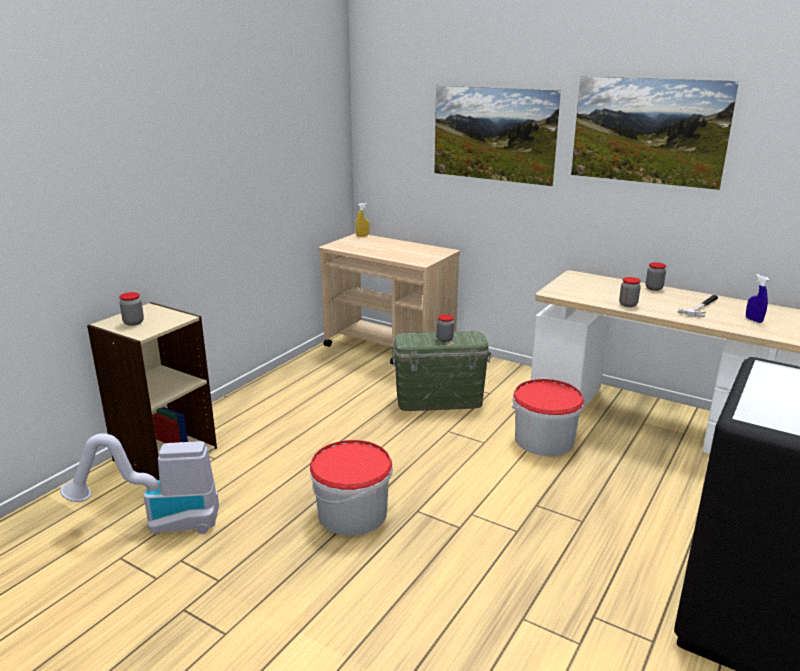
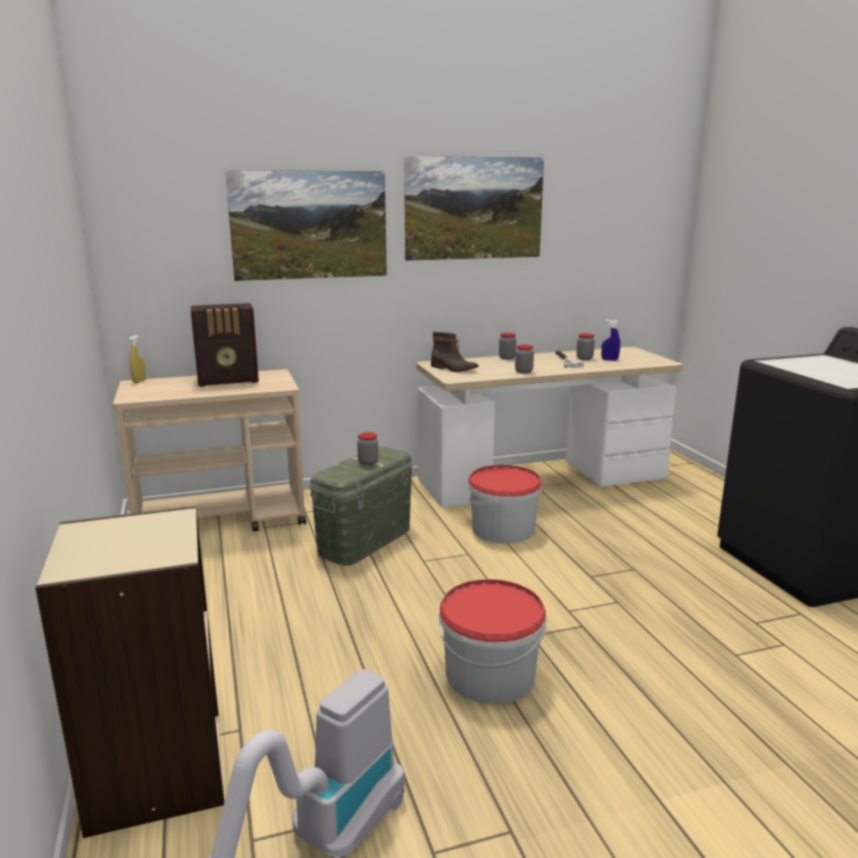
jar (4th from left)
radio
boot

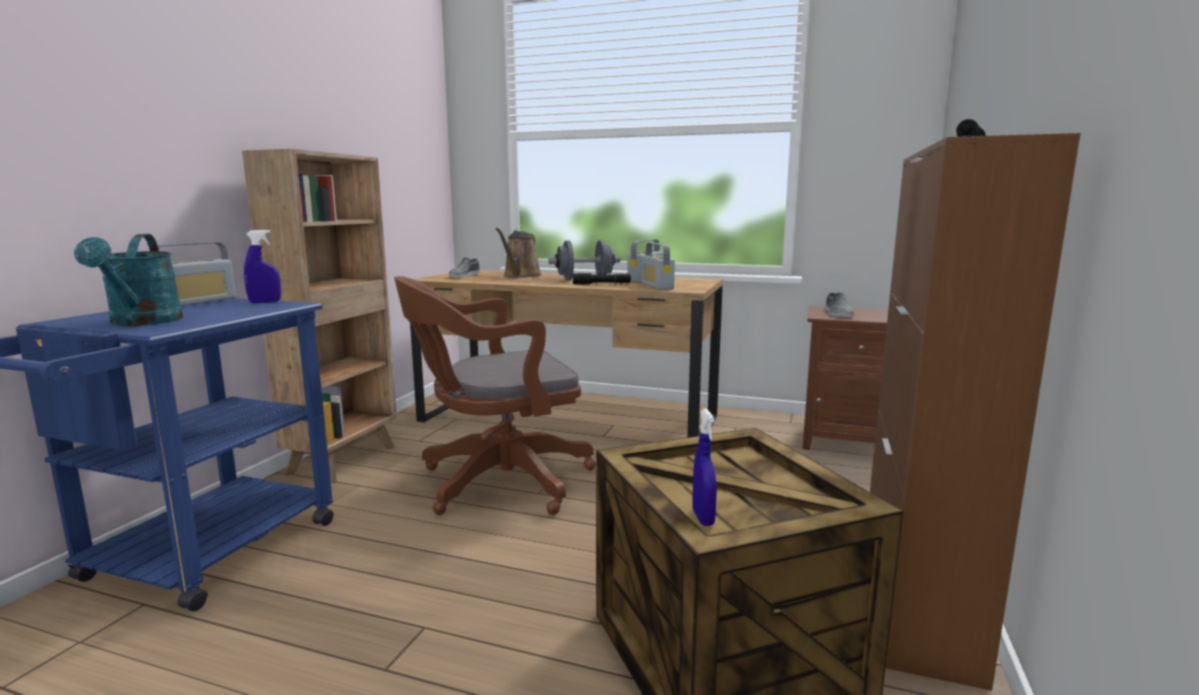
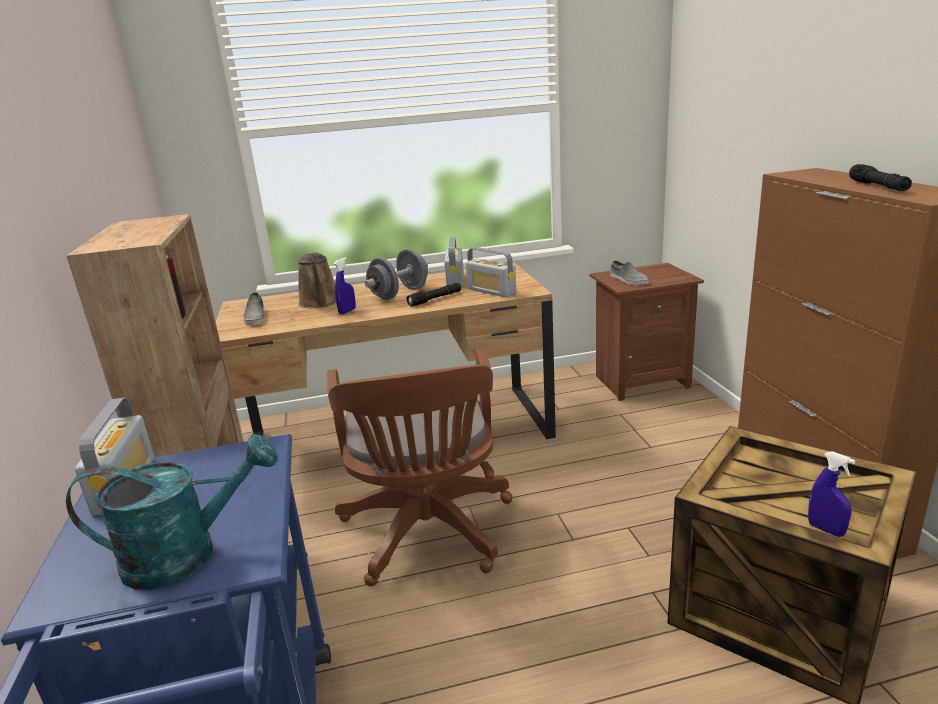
turquoise watering can
blue spray bottle (1st from left)
brown office chair

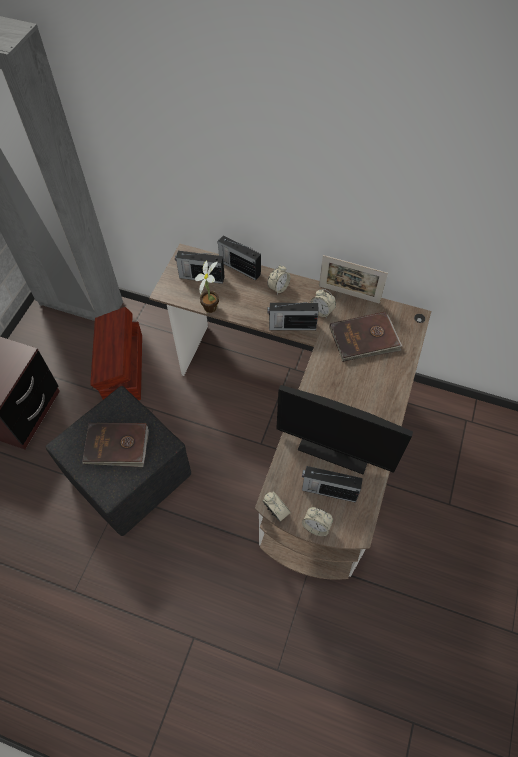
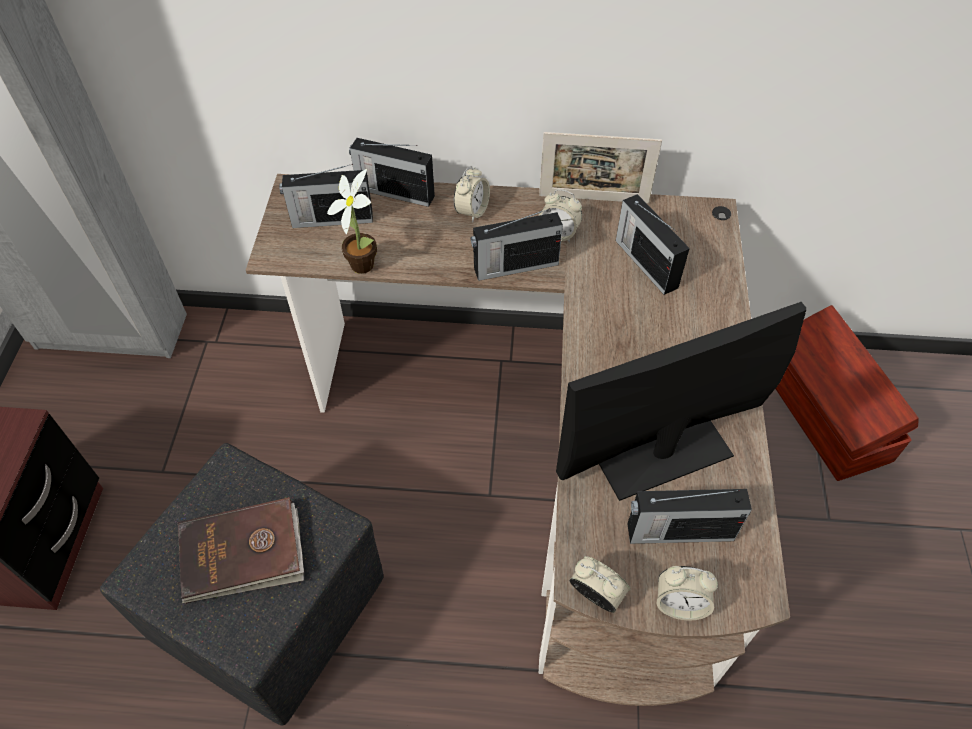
brown storage box
monitor
radio (4th from left)

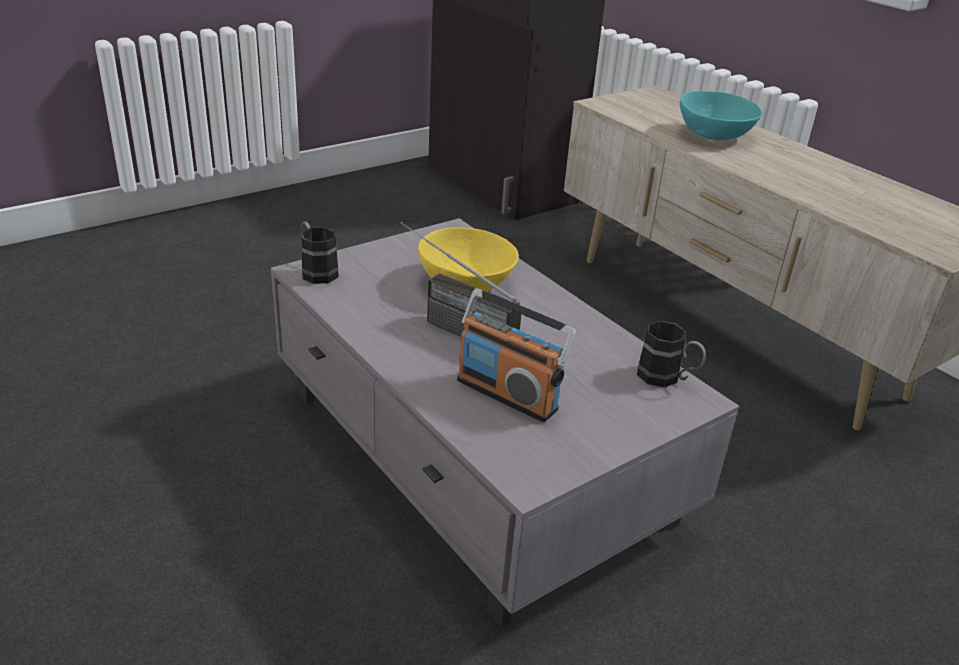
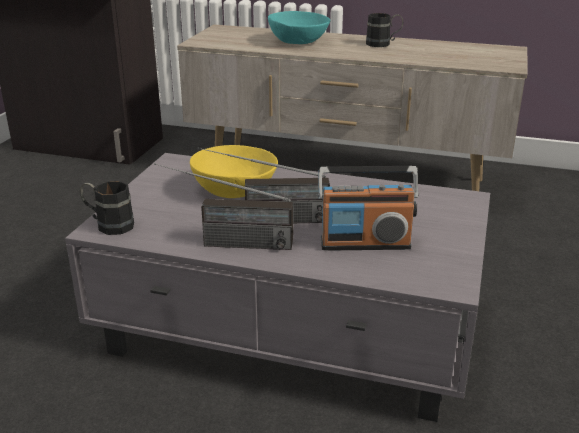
black mug (2nd from left)
radio (1st from left)

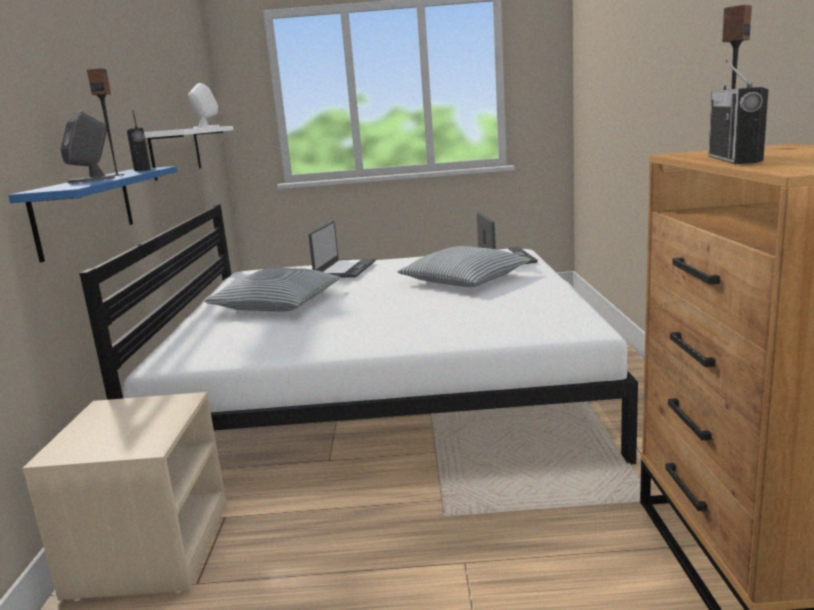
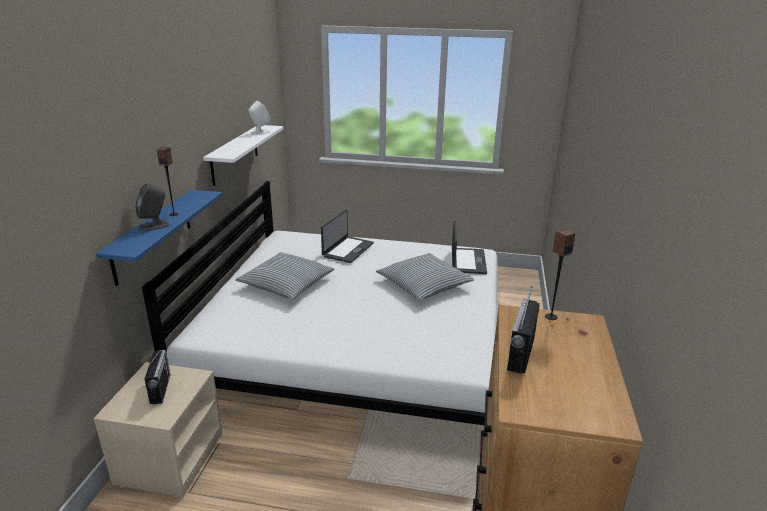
radio (1st from left)

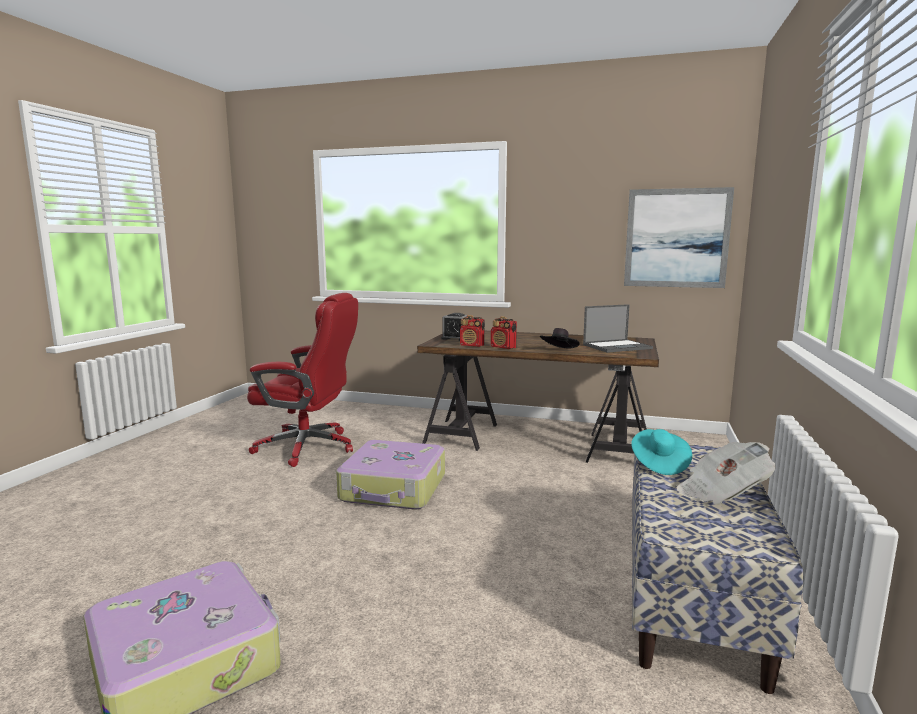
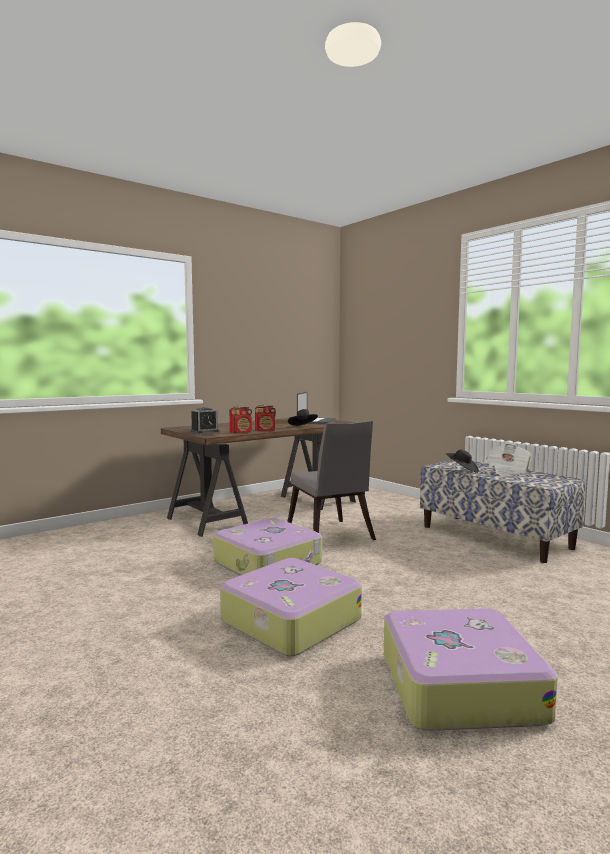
red office chair
picture
black hat (2nd from left)
suitcase (2nd from left)
grey chair

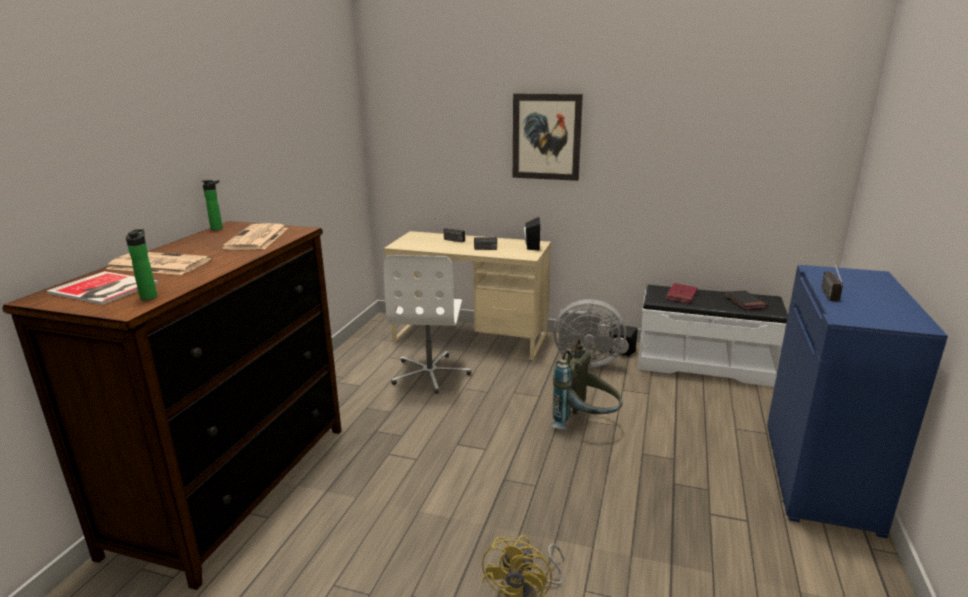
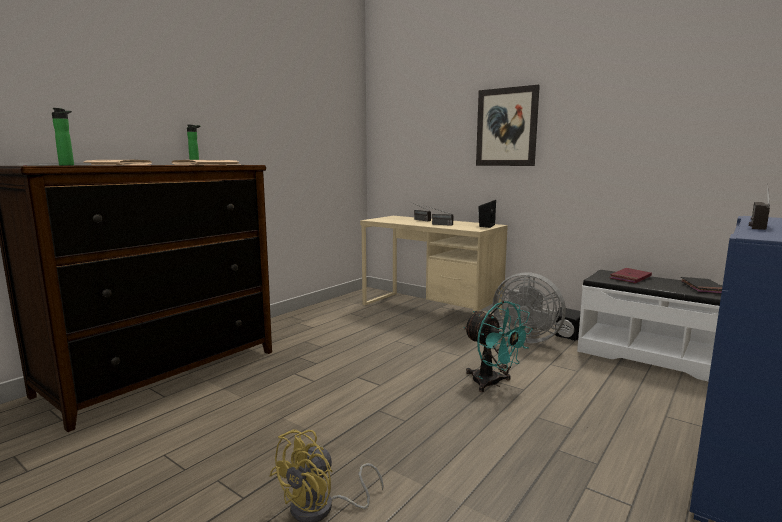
white office chair
turquoise fan

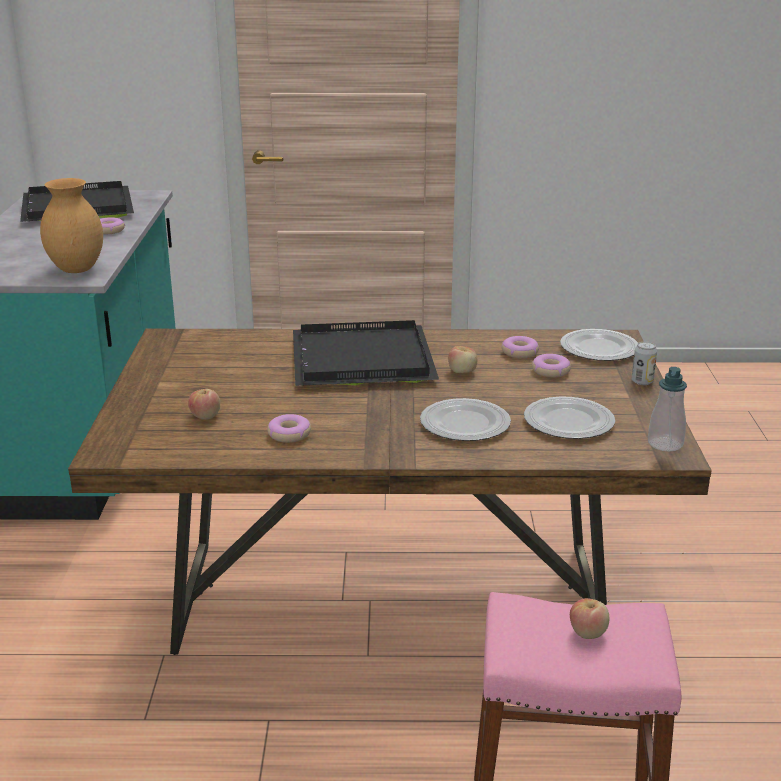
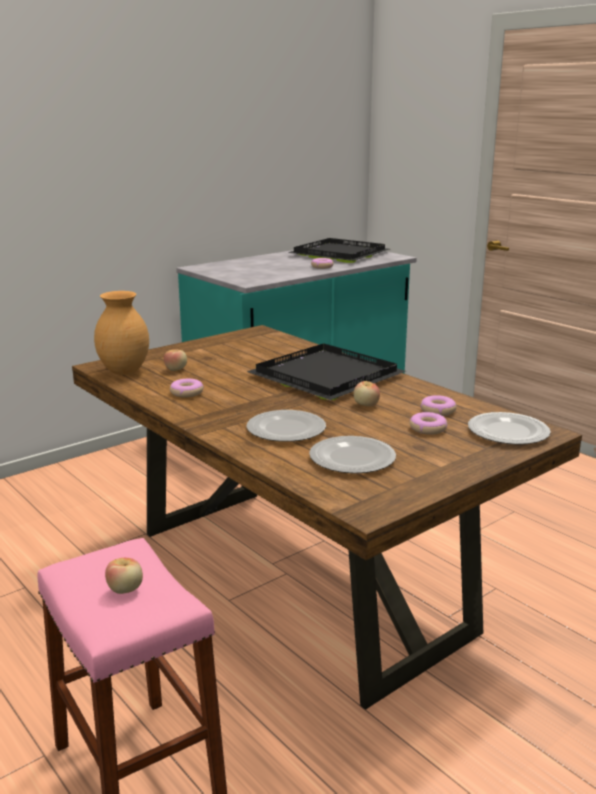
brown vase
can
soap dispenser

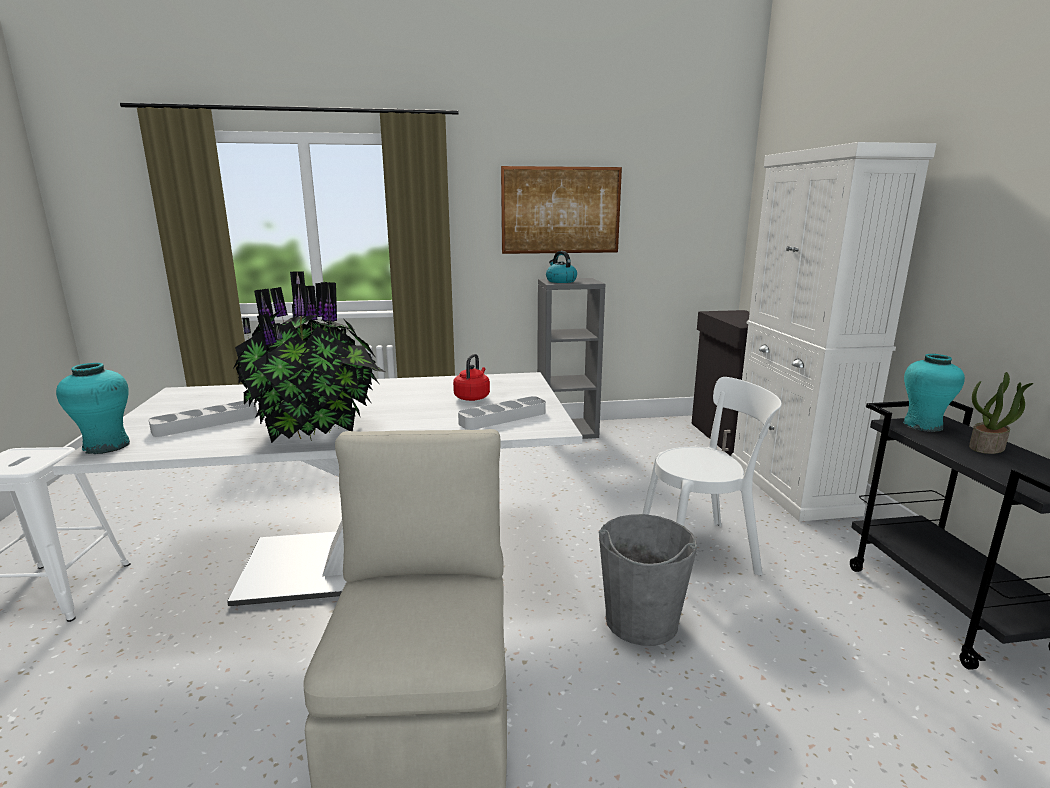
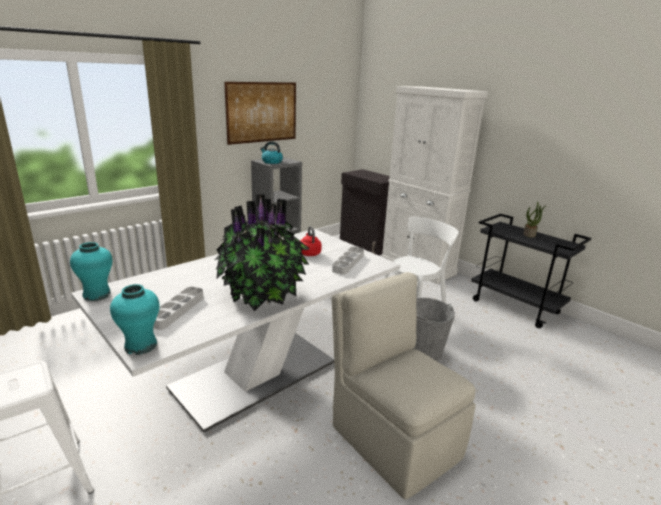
turquoise vase (1st from left)

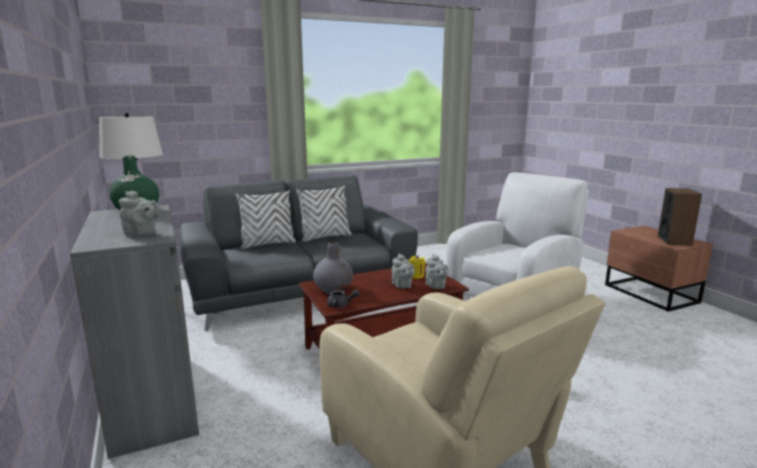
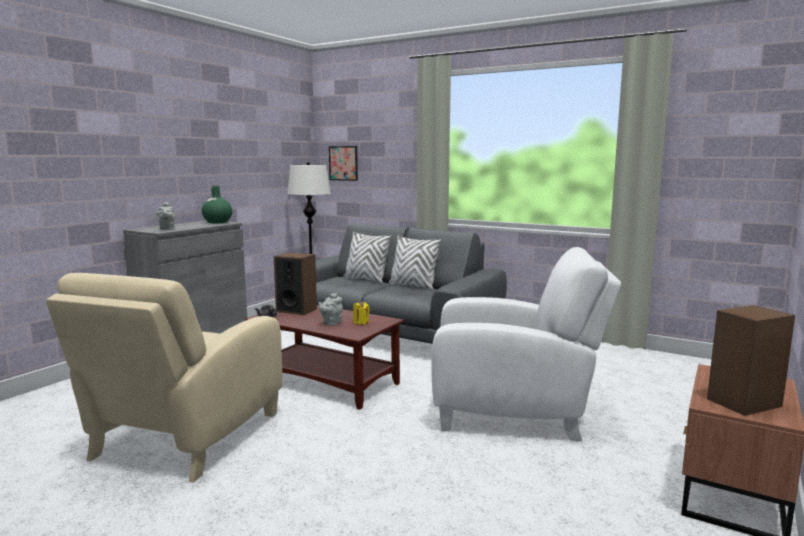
speaker (1st from left)
grey teapot (4th from left in the first image)
picture

